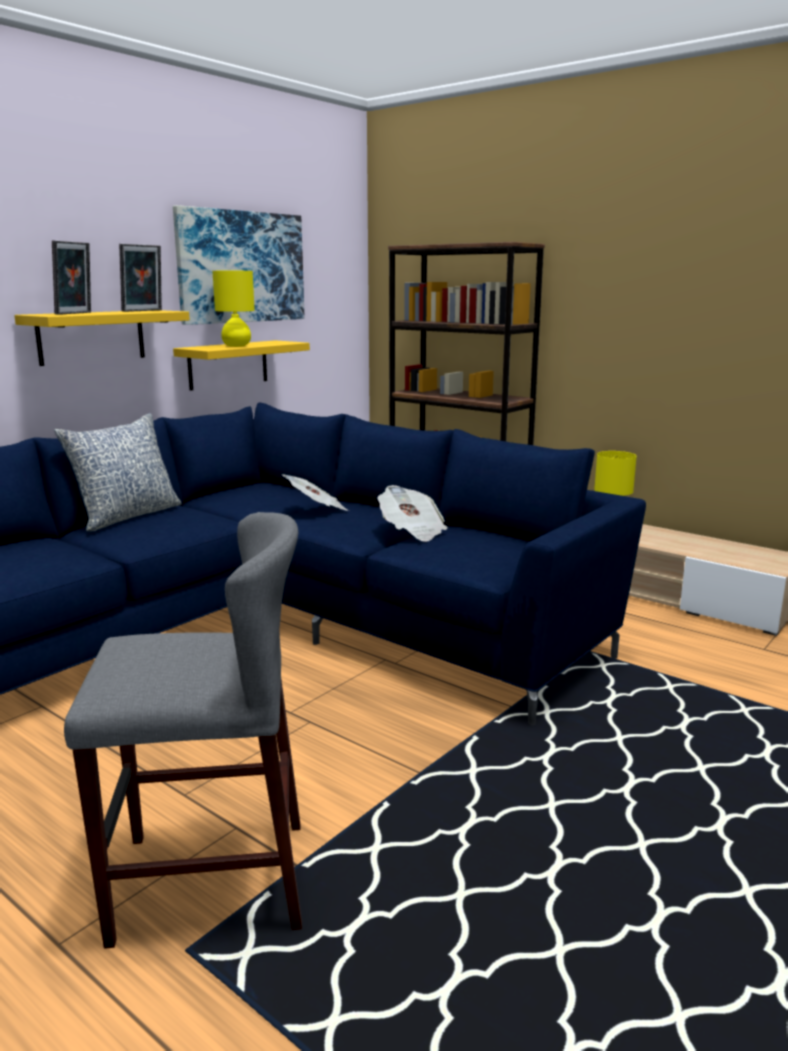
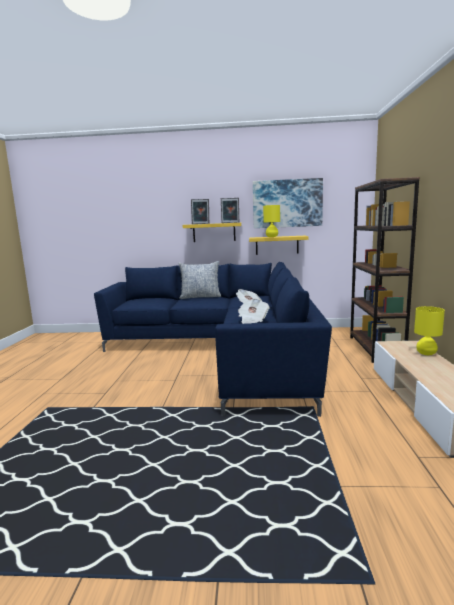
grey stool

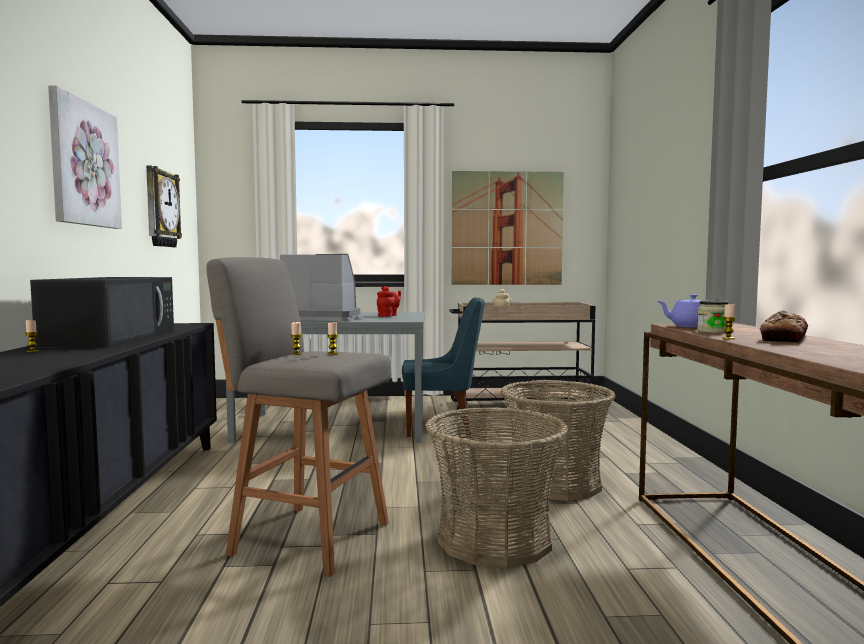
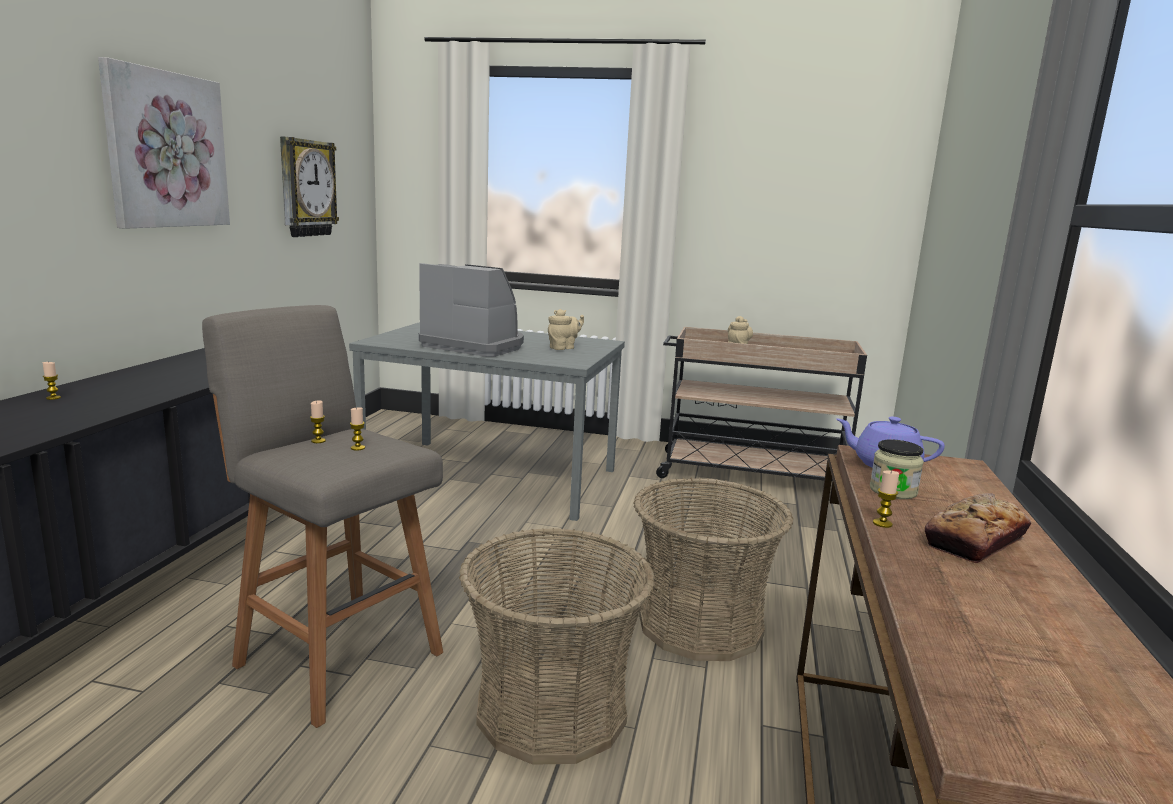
black microwave
beige teapot (1st from left)
blue chair
picture (2nd from left in the first image)

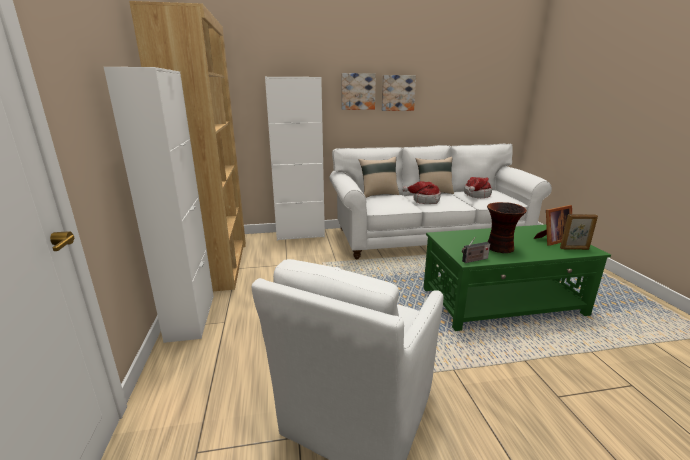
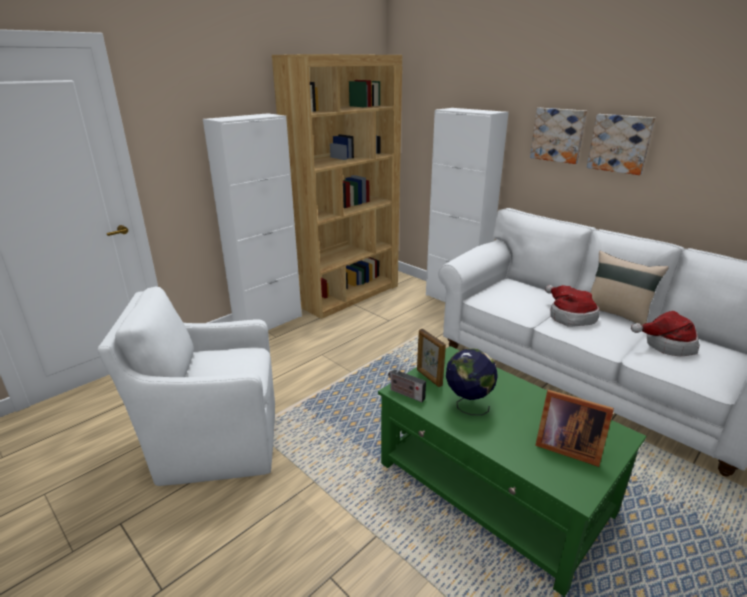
beige pillow (1st from left in the first image)
globe
picture frame (1st from left)

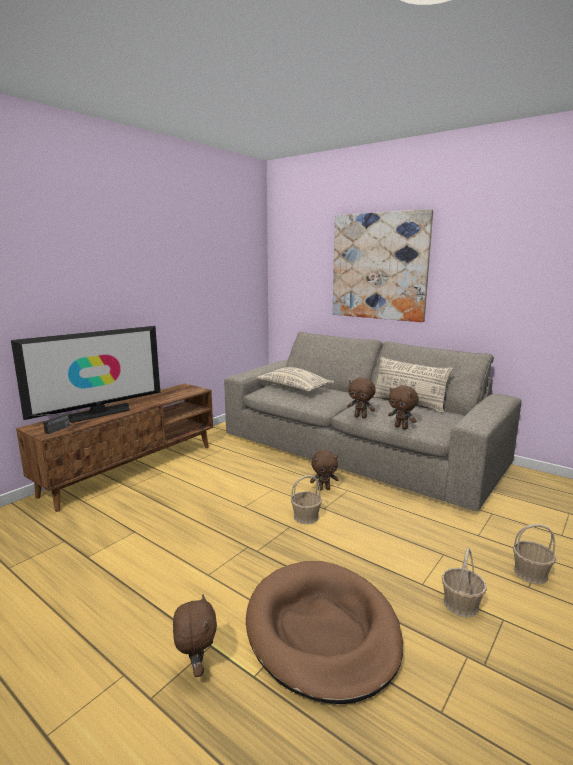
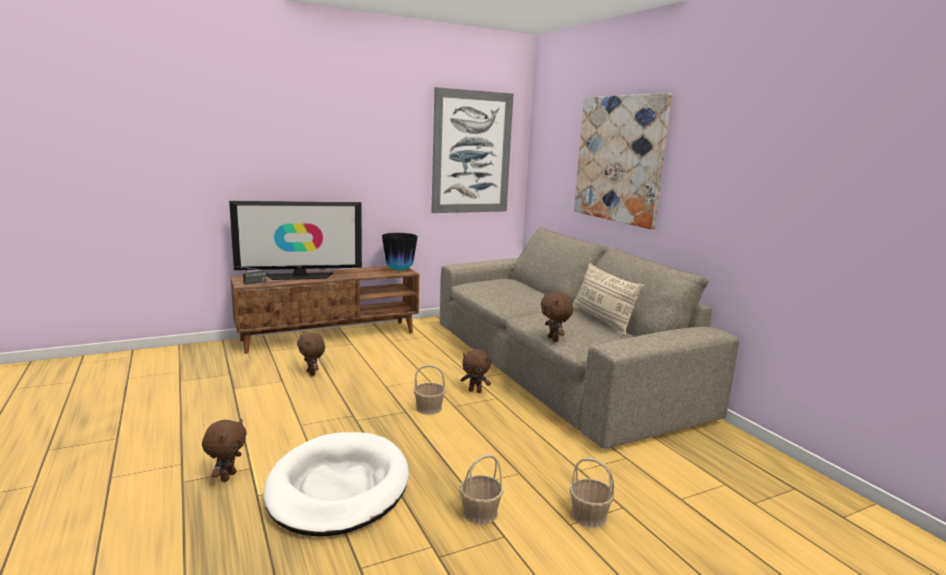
white dog bed
beige pillow (1st from left in the first image)
brown plush toy (2nd from left)
vase
picture (1st from left)

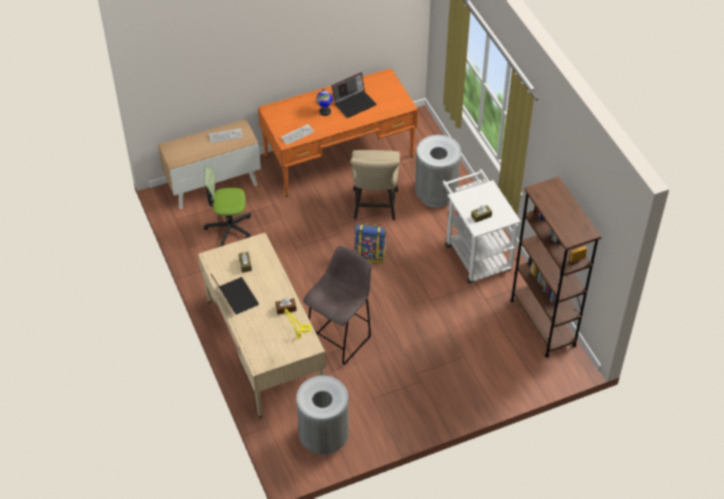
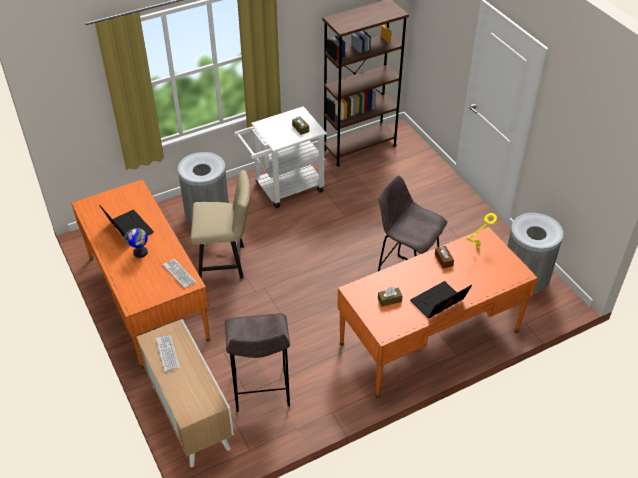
orange desk (2nd from left)
grey stool (1st from left)
backpack

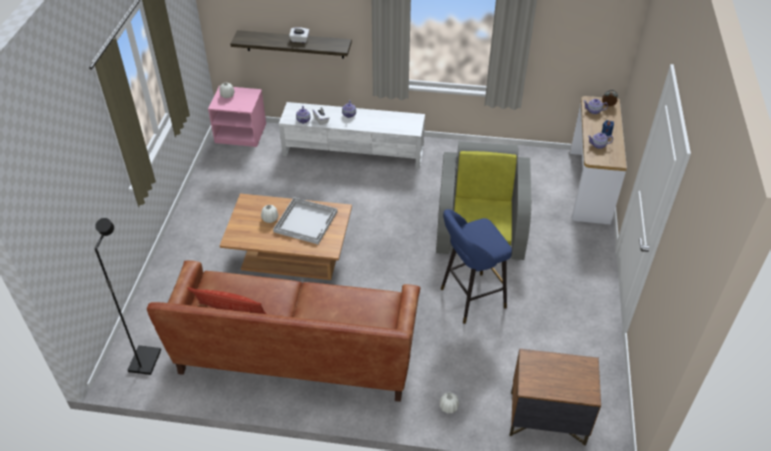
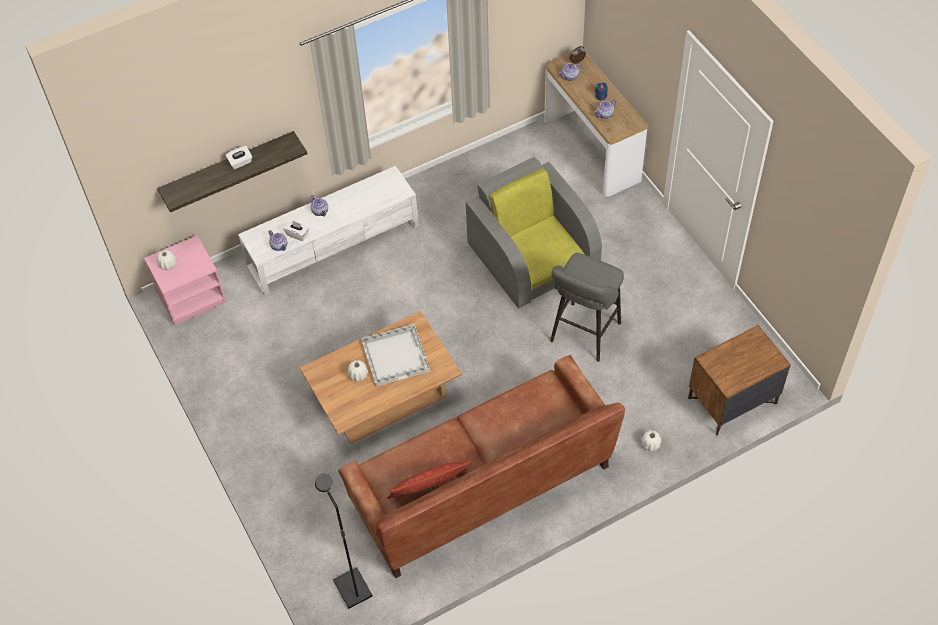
grey stool

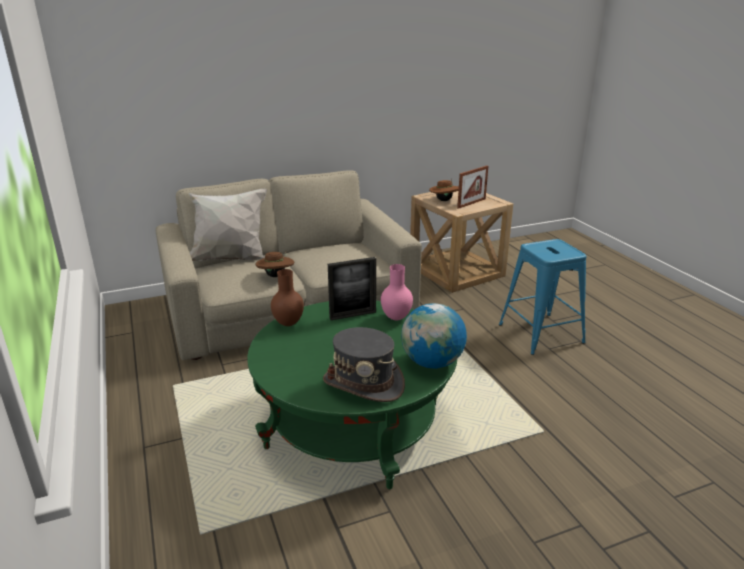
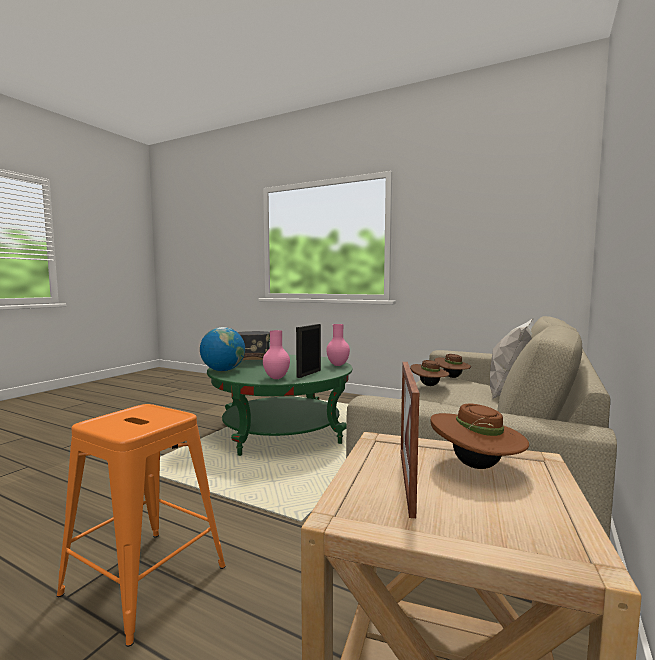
pink vase (2nd from left)
orange stool
brown hat (2nd from left)

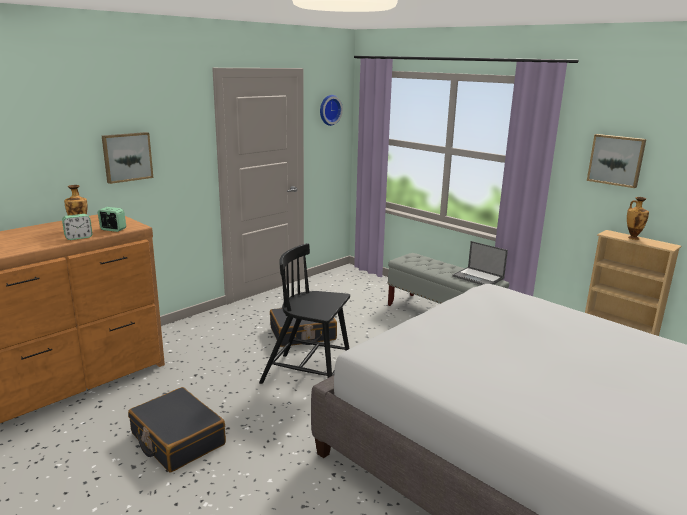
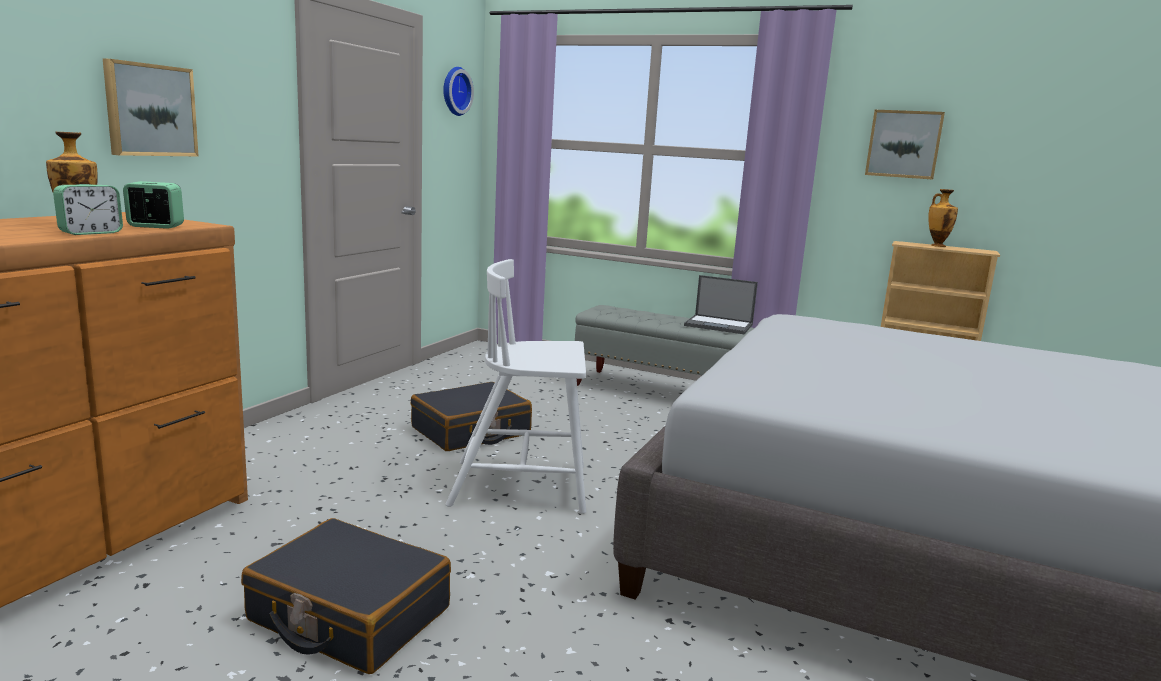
white chair

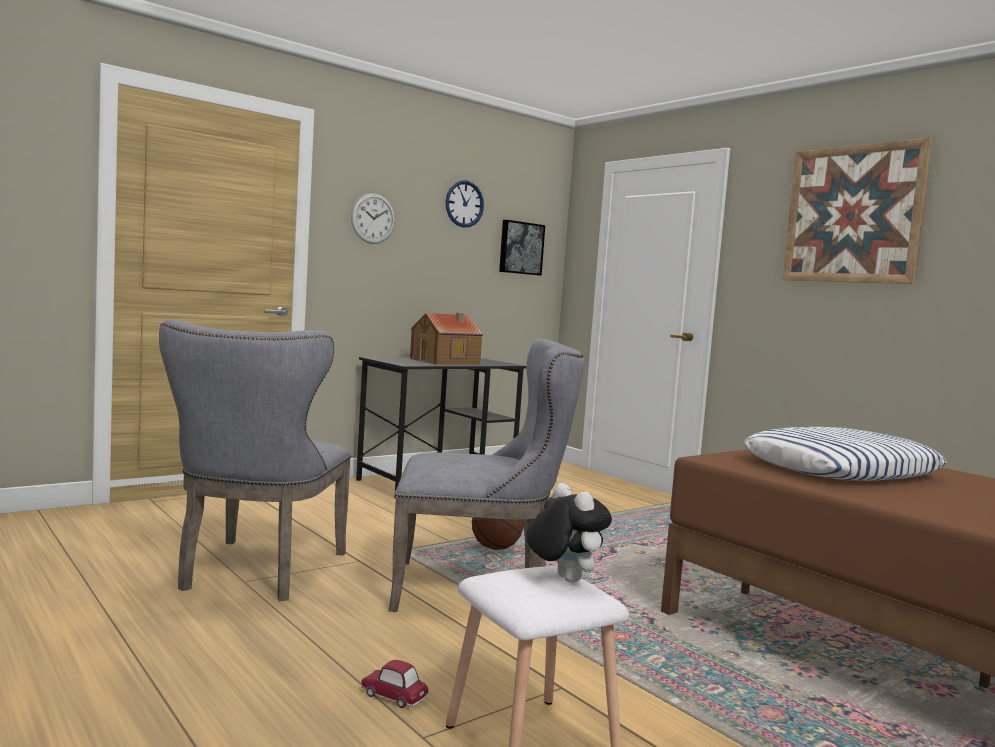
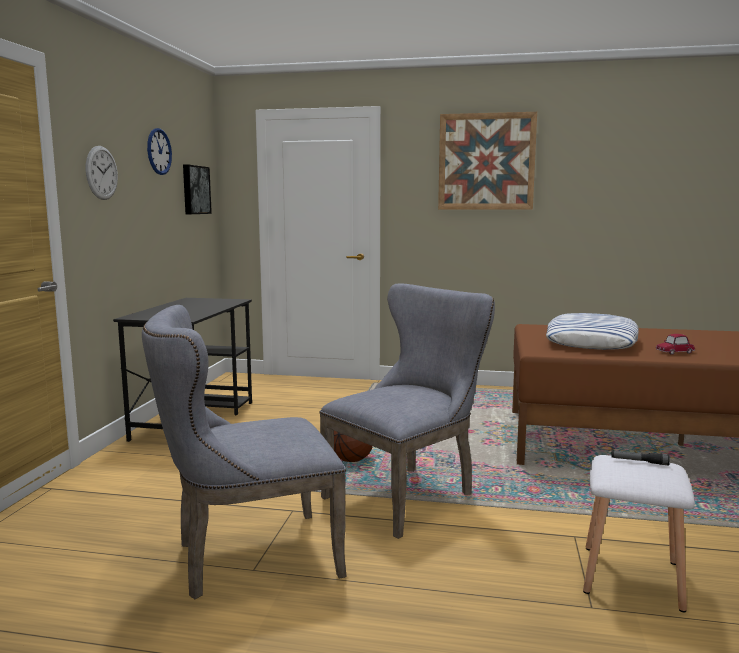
grey chair (1st from left)
toy car
toy house
flashlight

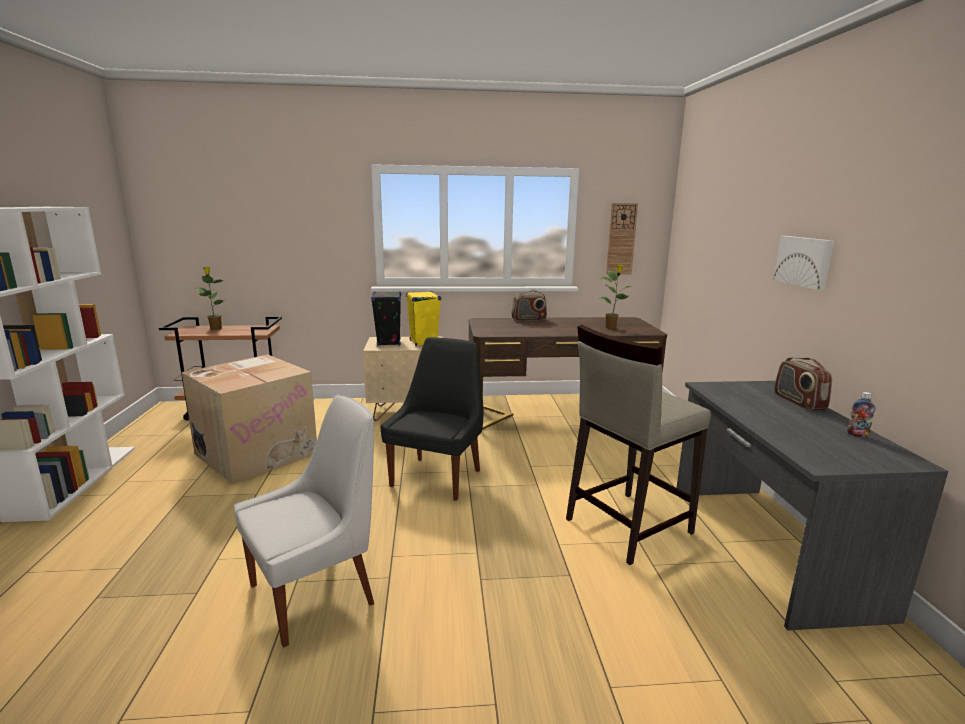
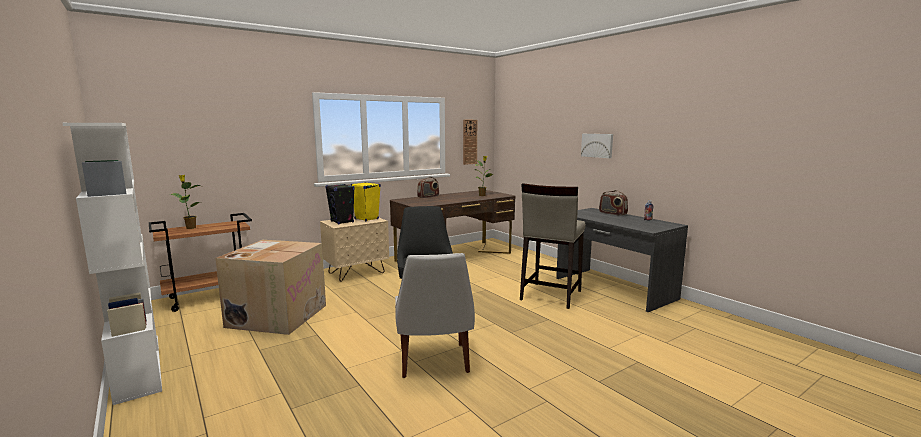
white chair

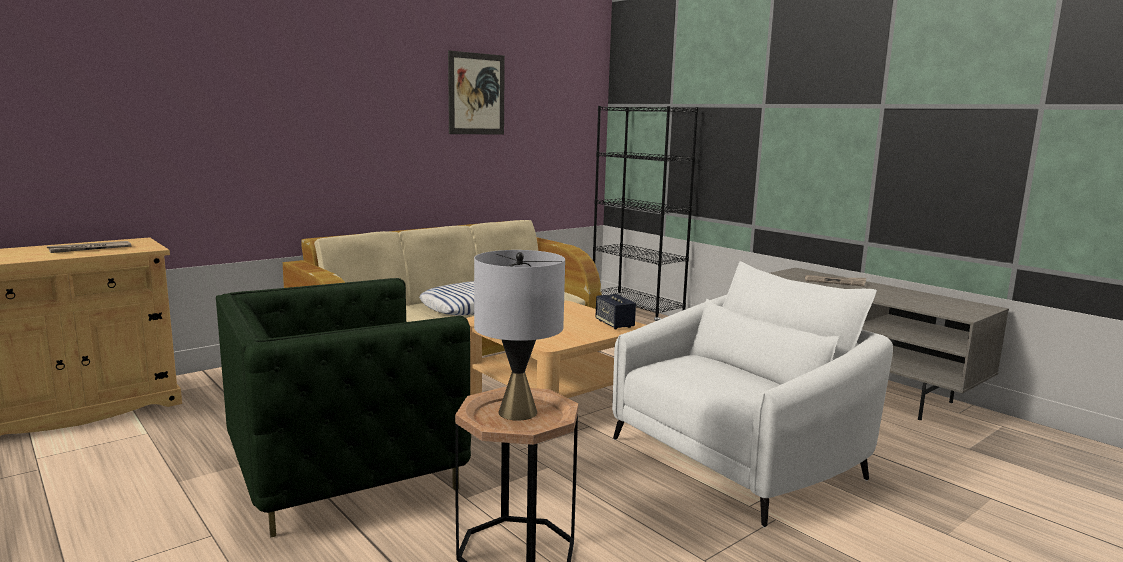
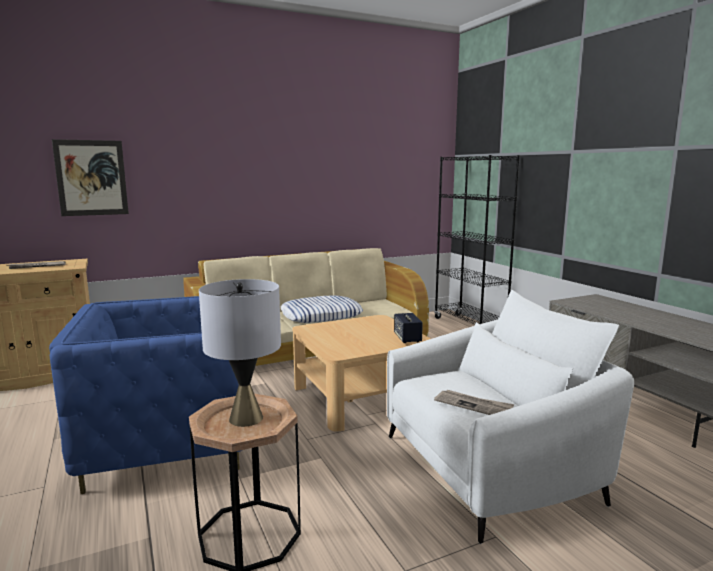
blue armchair
picture
newspaper (2nd from left)

